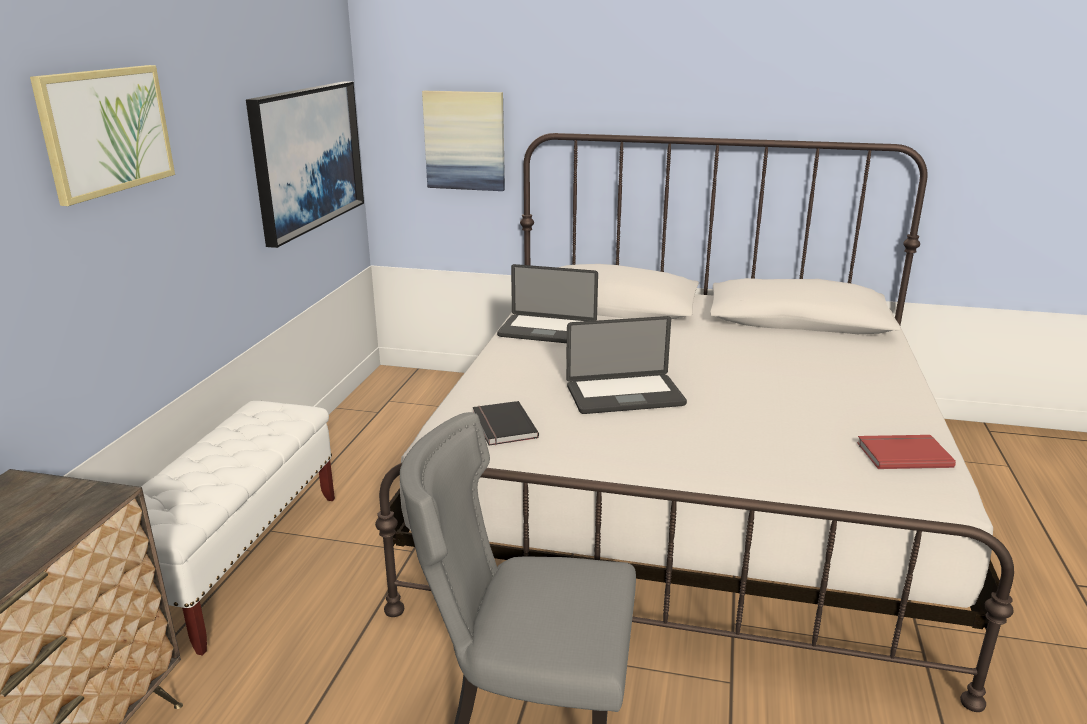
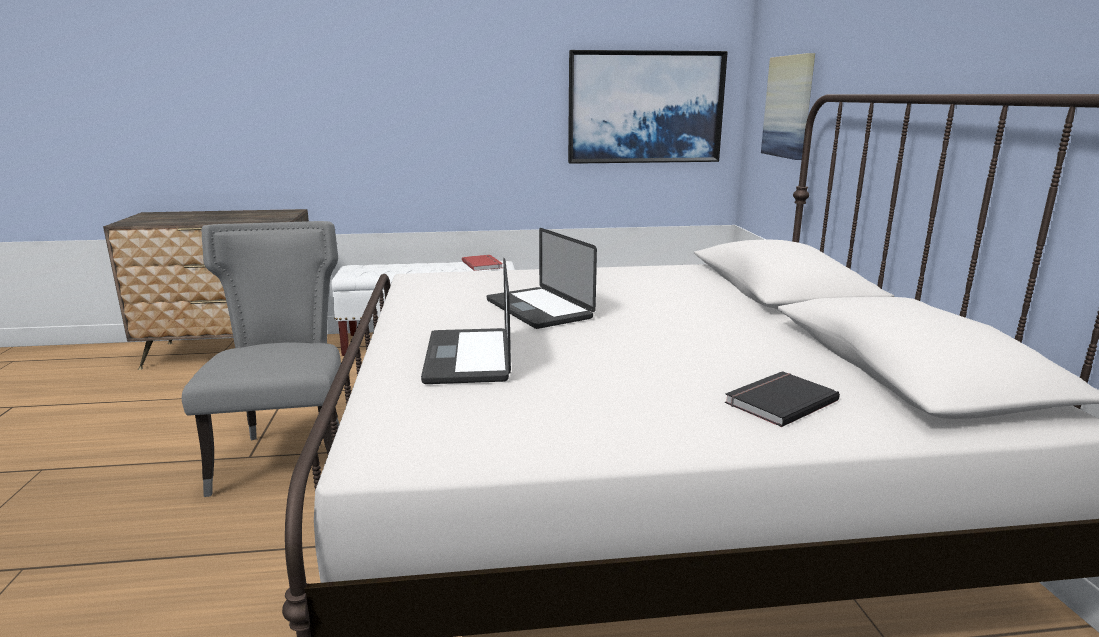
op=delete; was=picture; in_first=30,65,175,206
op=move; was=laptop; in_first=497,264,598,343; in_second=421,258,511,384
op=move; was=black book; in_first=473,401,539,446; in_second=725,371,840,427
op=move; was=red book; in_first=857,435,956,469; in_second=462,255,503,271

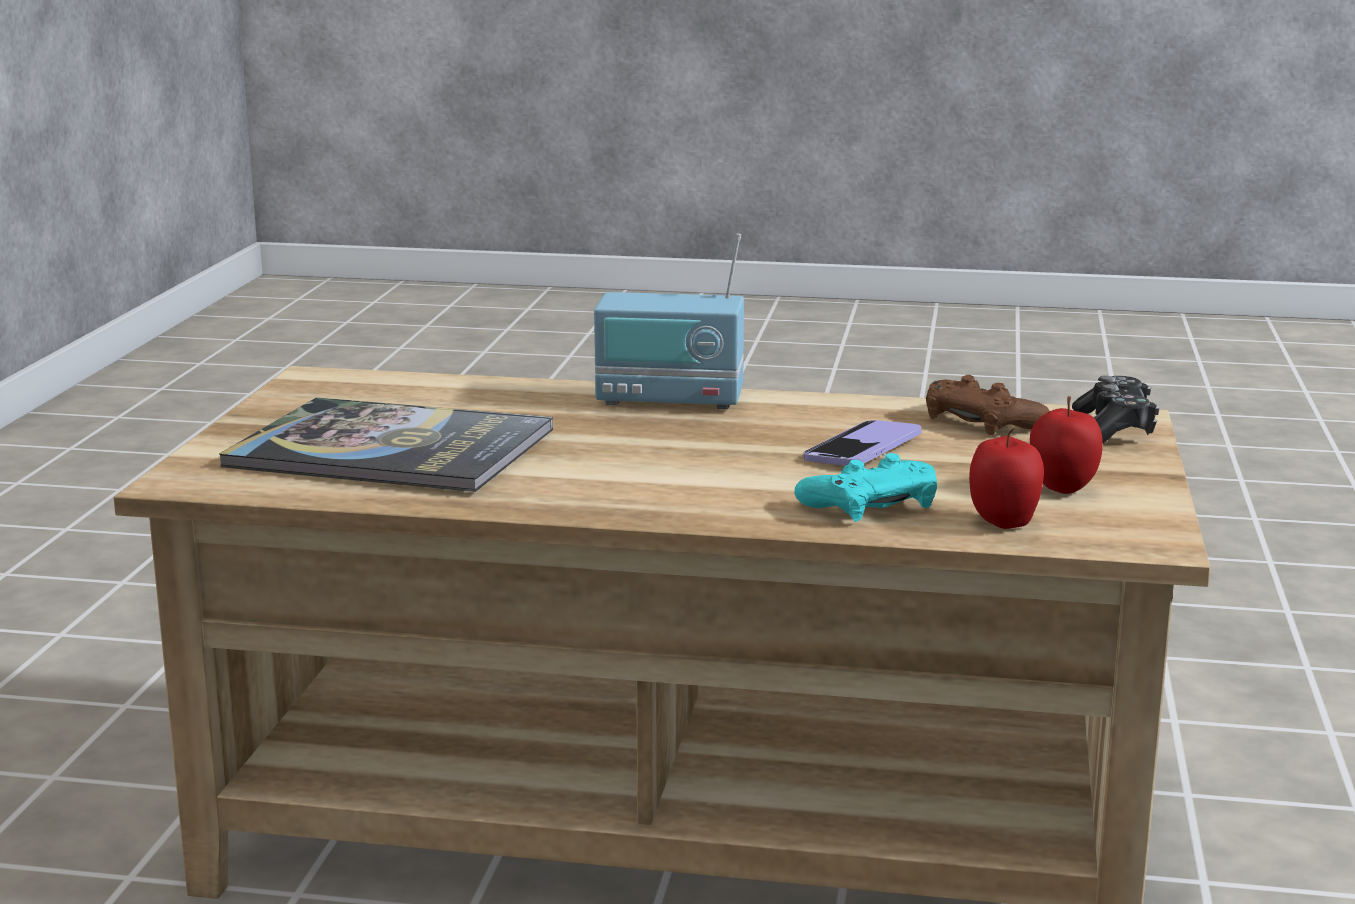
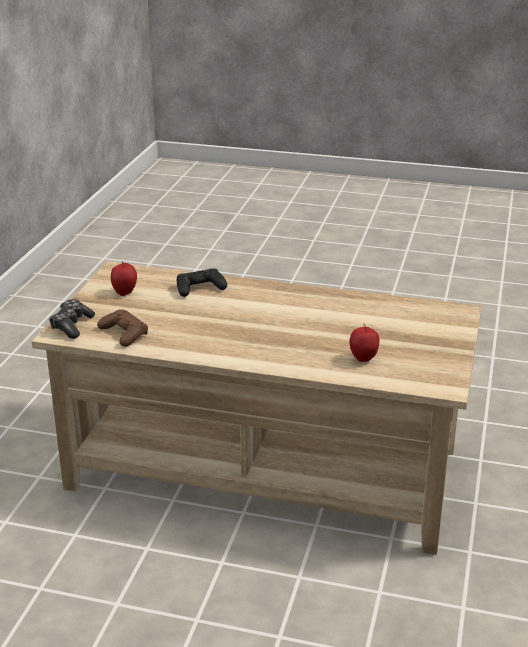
op=delete; was=radio; in_first=594,234,744,409
op=delete; was=book; in_first=219,397,553,492
op=delete; was=phone; in_first=804,420,921,466
op=move; was=apple; in_first=969,428,1044,529; in_second=350,323,379,362
op=recolor; was=turquoise game controller; now=black game controller; in_first=794,453,937,522; in_second=177,268,227,297

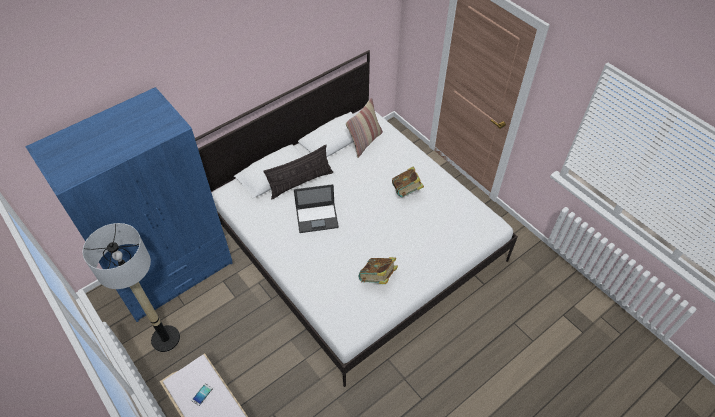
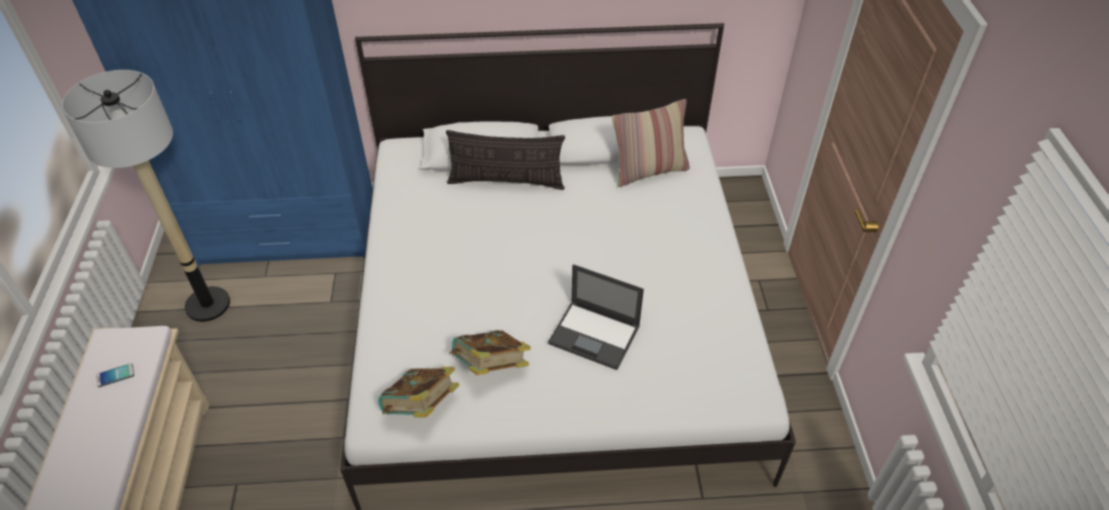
op=move; was=book; in_first=392,166,424,197; in_second=378,367,459,418
op=move; was=laptop; in_first=294,184,339,233; in_second=548,264,644,370

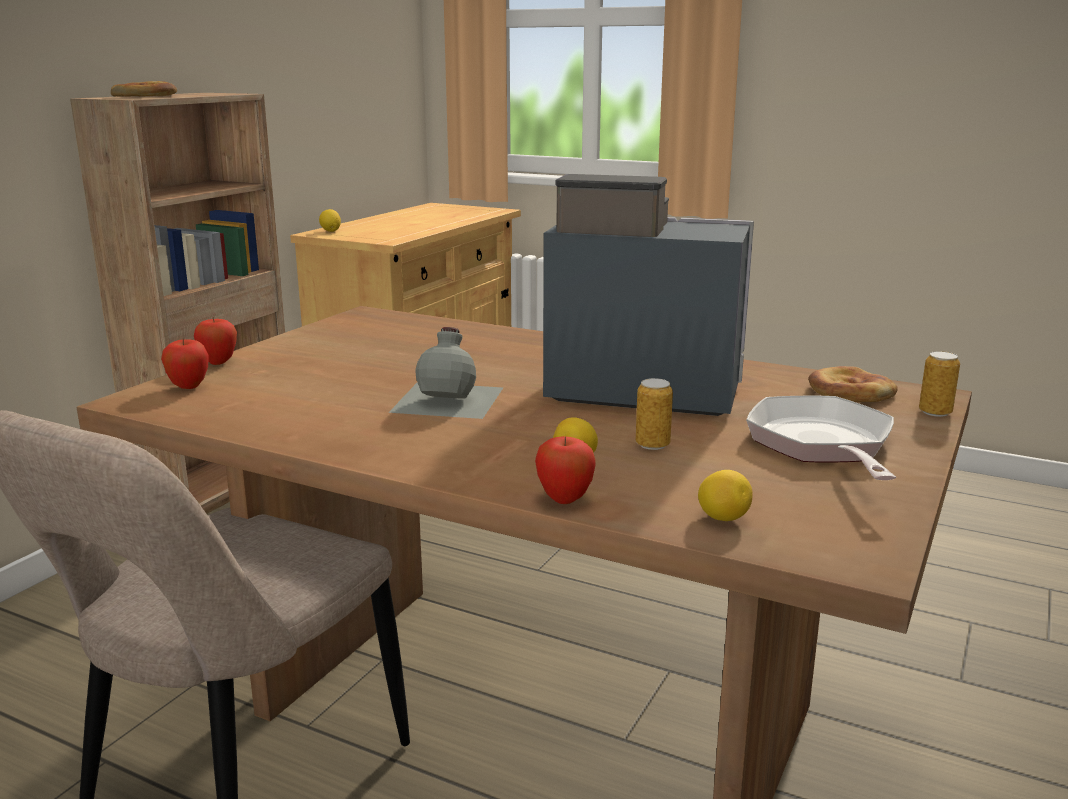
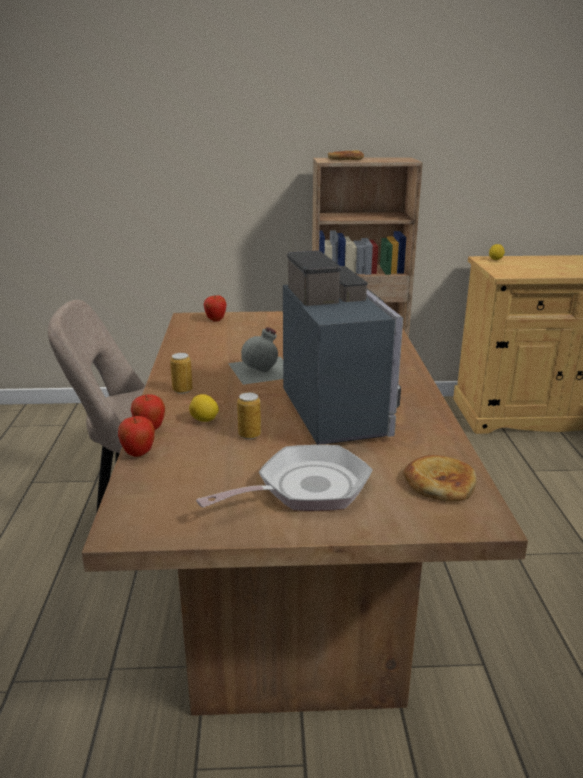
op=move; was=apple; in_first=194,317,237,365; in_second=118,416,155,457
op=move; was=can; in_first=919,351,960,417; in_second=170,353,193,394
op=delete; was=lemon; in_first=698,470,753,521

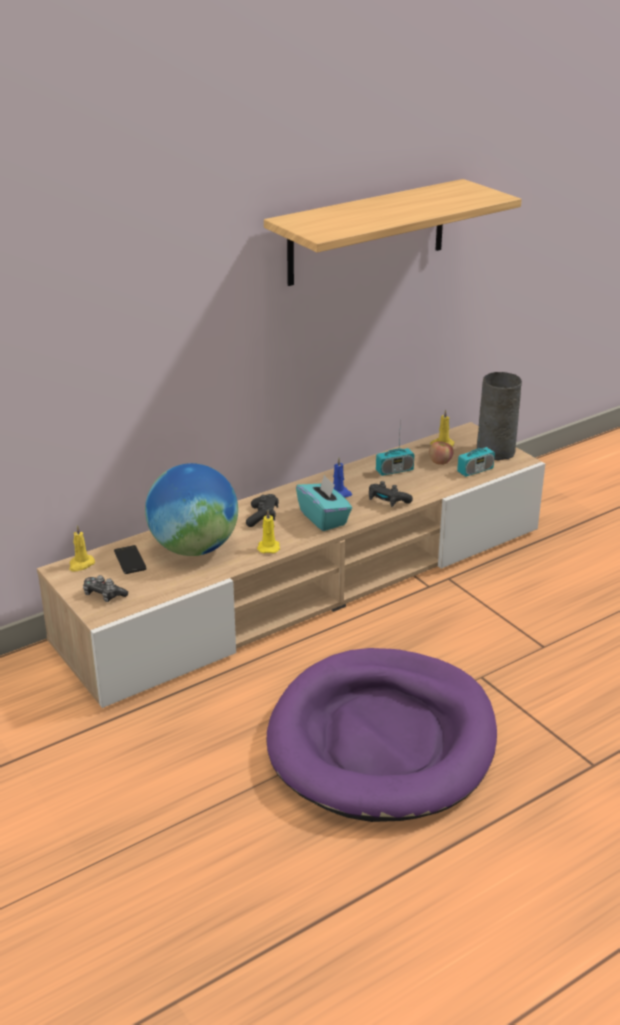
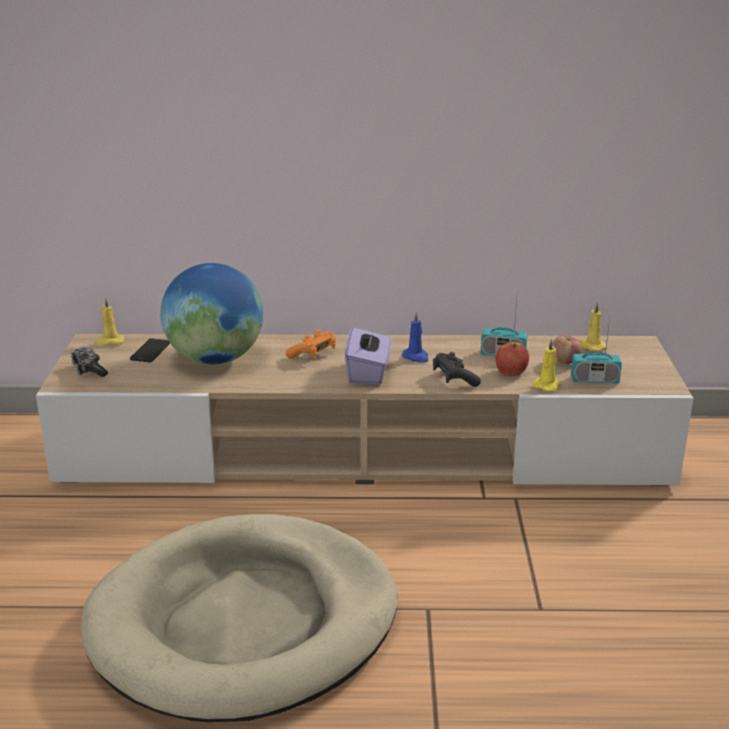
op=delete; was=shelf; in_first=264,179,522,286
op=delete; was=grey vase; in_first=477,372,522,460
op=recolor; was=turquoise tissue box; now=purple tissue box; in_first=296,475,352,531; in_second=345,322,391,385
op=recolor; was=black game controller; now=orange game controller; in_first=246,494,279,527; in_second=286,329,336,359
op=move; was=yellow candle; in_first=257,510,280,553; in_second=533,338,561,391
op=recolor; was=purple dog bed; now=beige dog bed; in_first=266,648,497,822; in_second=81,514,398,722
op=insert; now=apple; in_second=496,342,529,376

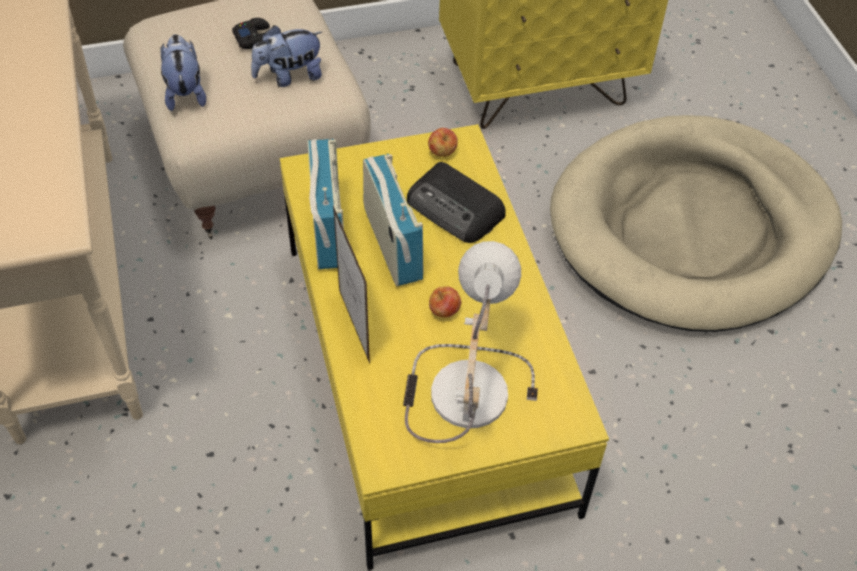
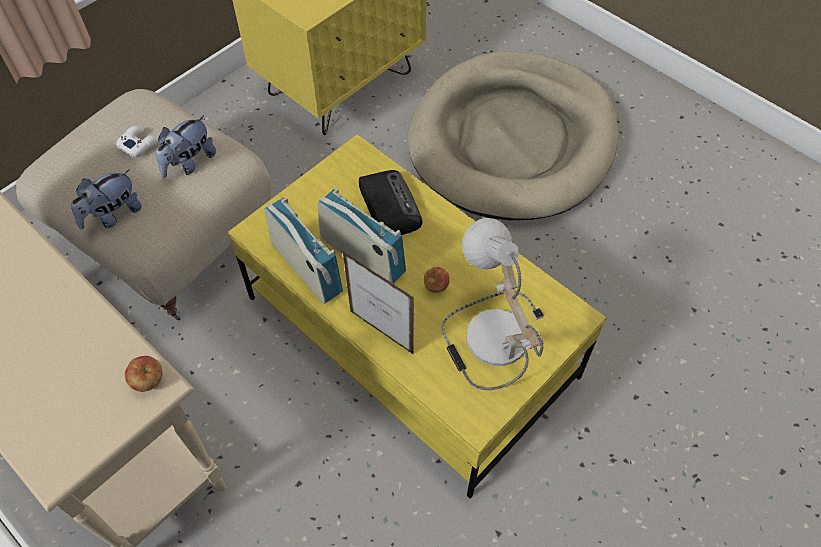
op=recolor; was=black game controller; now=white game controller; in_first=232,18,270,49; in_second=116,126,159,157
op=rotate; was=plush toy; in_first=160,34,206,111; in_second=71,170,142,229; clockwise=-90
op=move; was=apple; in_first=428,128,458,157; in_second=125,356,162,392
op=rotate; was=radio; in_first=407,162,506,243; in_second=359,170,422,235; clockwise=-120

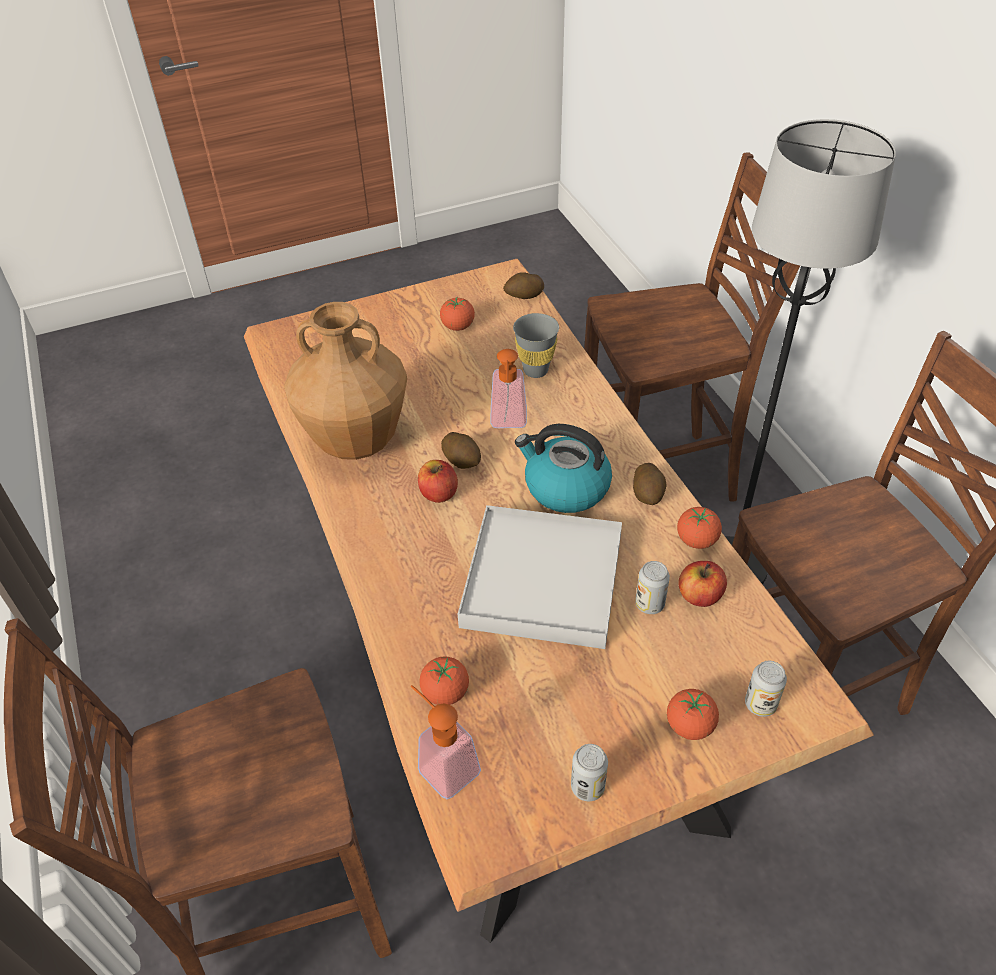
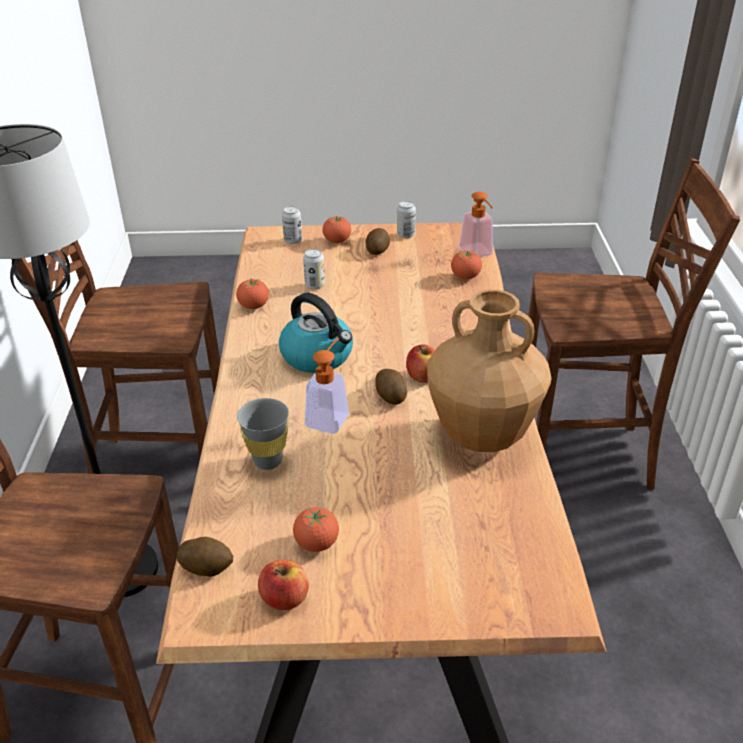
op=move; was=potato; in_first=633,463,667,505; in_second=366,228,390,255
op=delete; was=white tray; in_first=458,505,622,649
op=move; was=apple; in_first=678,561,727,607; in_second=258,560,309,610

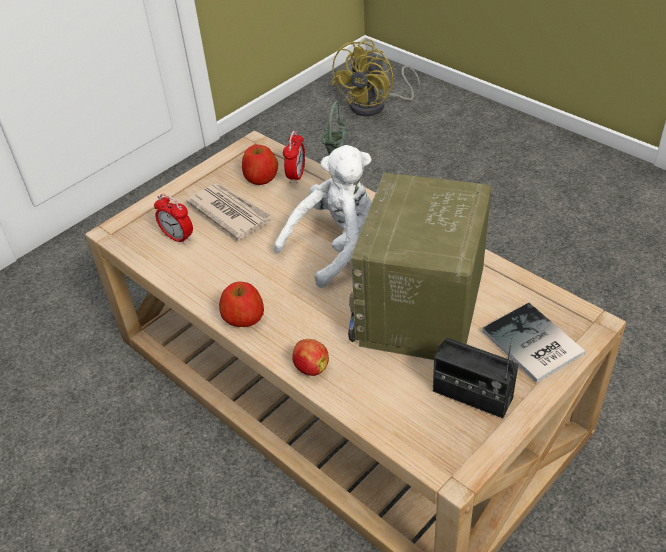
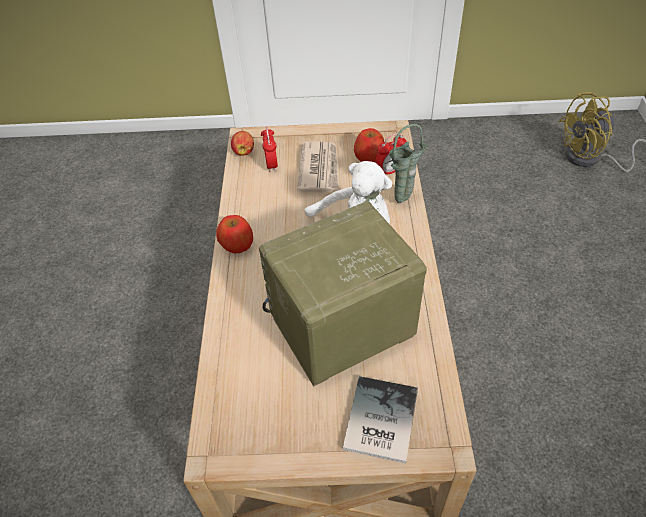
op=delete; was=radio; in_first=433,337,518,418
op=move; was=apple; in_first=292,339,329,376; in_second=231,131,254,156

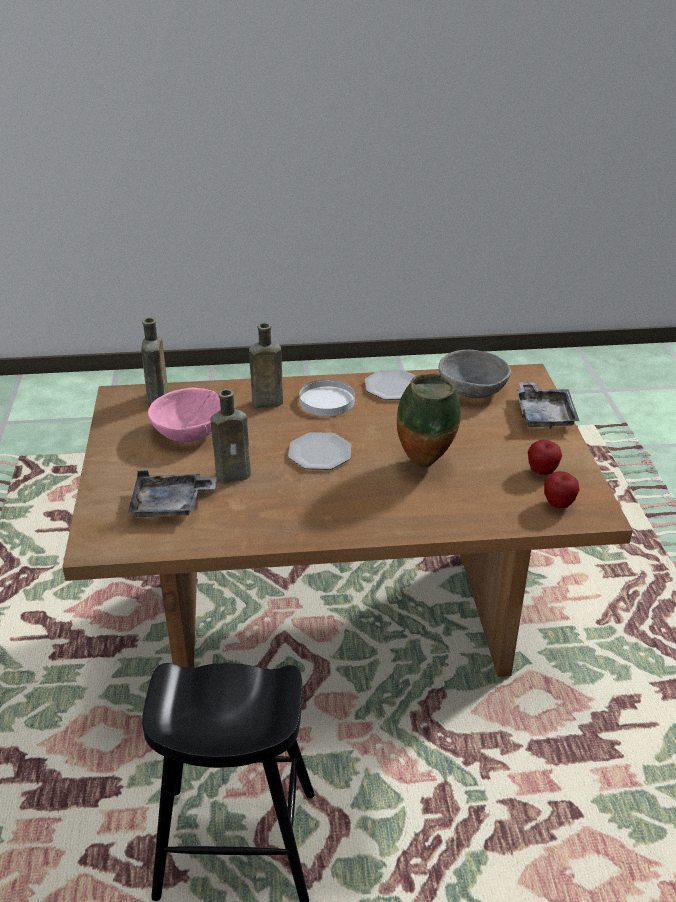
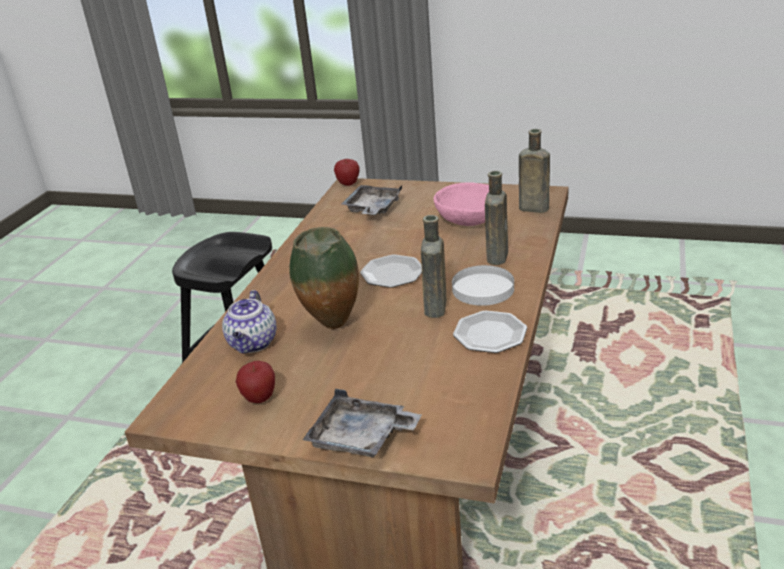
op=delete; was=grey bowl; in_first=439,350,511,398
op=move; was=brown bottle; in_first=210,389,251,483; in_second=421,215,446,318
op=move; was=apple; in_first=544,471,579,508; in_second=334,159,360,186
op=insert; now=teapot; in_second=222,290,277,353

